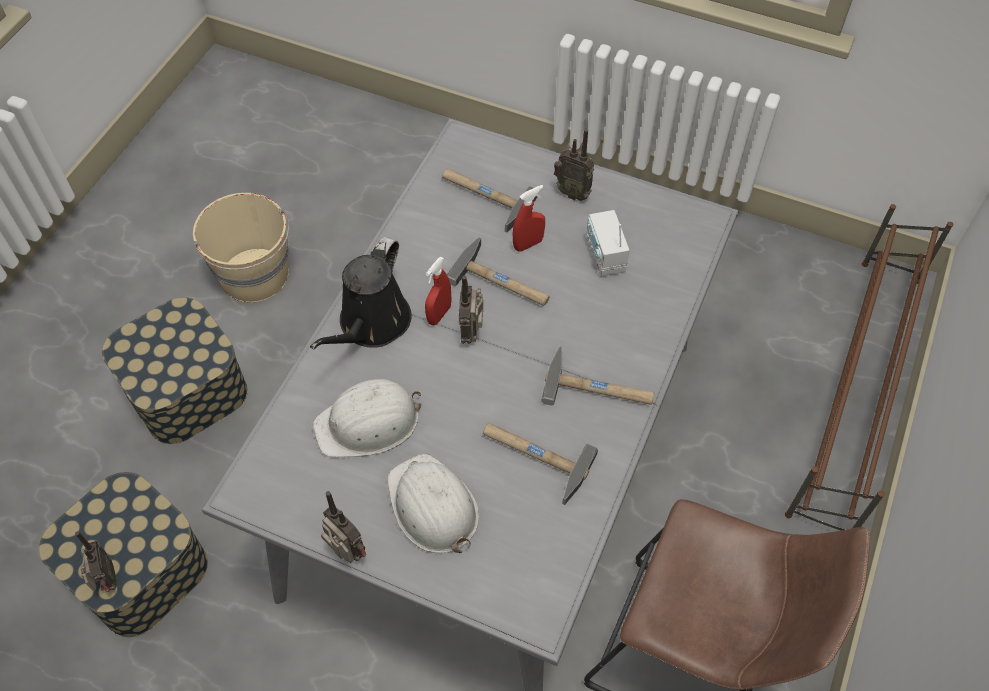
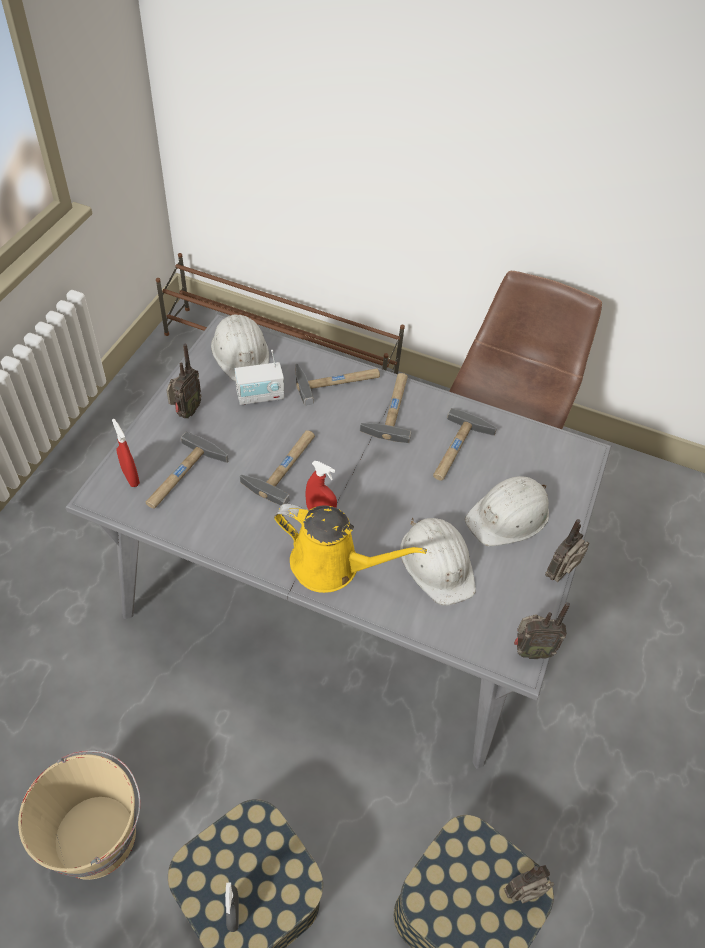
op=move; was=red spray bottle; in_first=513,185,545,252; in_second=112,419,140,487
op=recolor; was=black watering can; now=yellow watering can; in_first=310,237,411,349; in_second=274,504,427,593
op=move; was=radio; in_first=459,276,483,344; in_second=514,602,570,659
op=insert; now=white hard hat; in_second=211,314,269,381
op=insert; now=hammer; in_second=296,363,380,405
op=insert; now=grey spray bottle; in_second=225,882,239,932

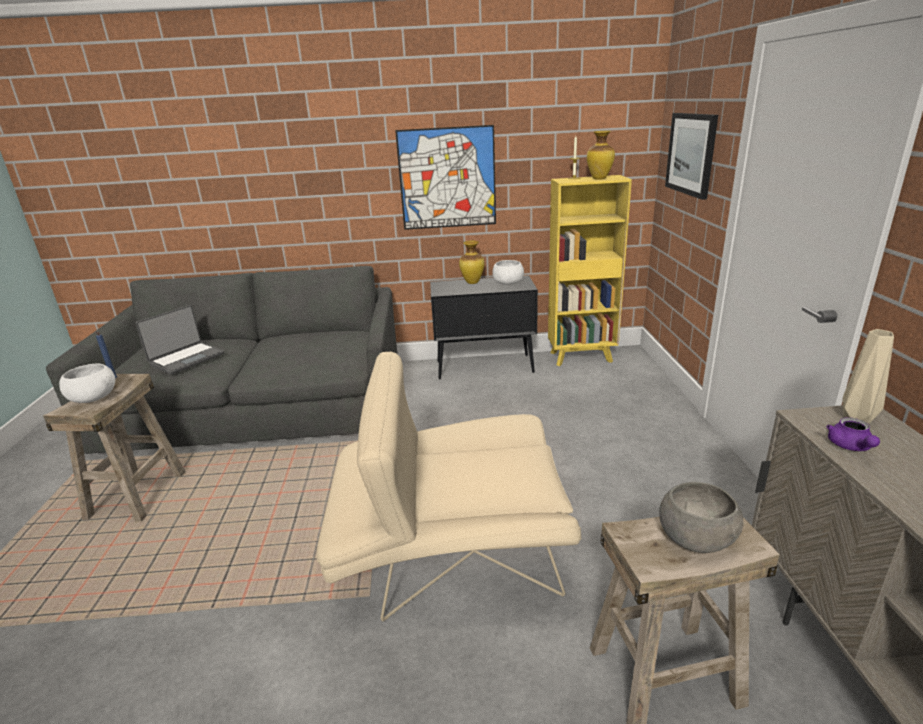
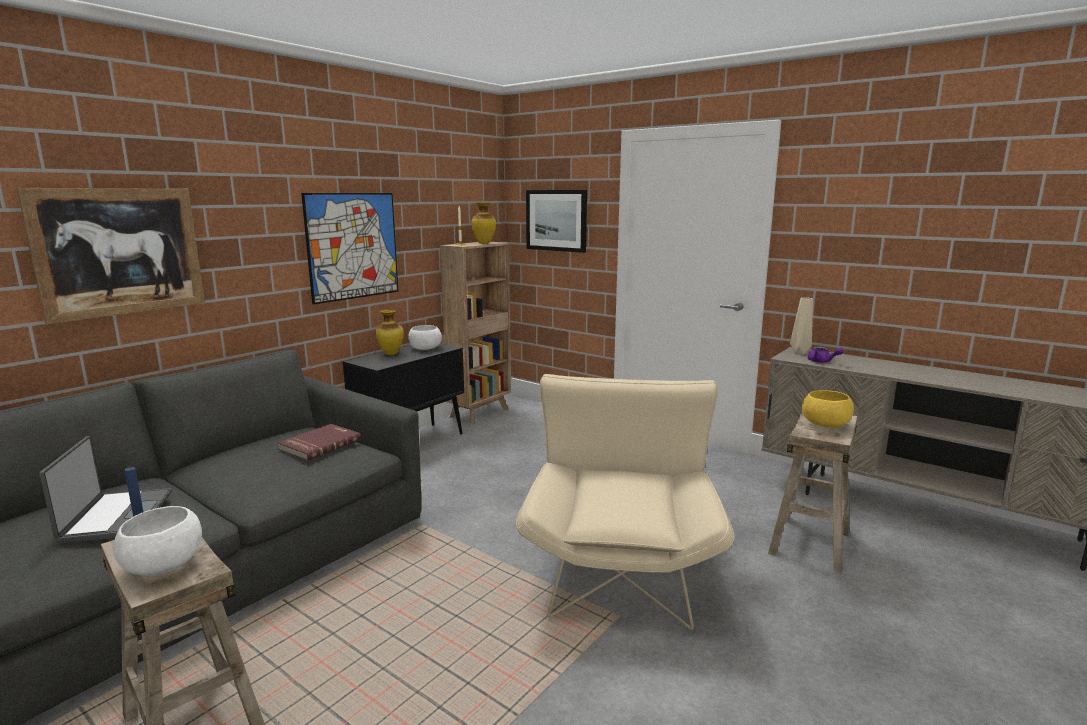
op=recolor; was=yellow bookcase; now=brown bookcase; in_first=548,175,632,366; in_second=440,242,511,424
op=rotate; was=beige armchair; in_first=316,351,581,622; in_second=516,374,734,630; clockwise=150
op=recolor; was=grey bowl; now=yellow bowl; in_first=659,482,744,553; in_second=802,390,854,428
op=insert; now=picture; in_second=16,188,205,324
op=insert; now=red book; in_second=278,424,361,461

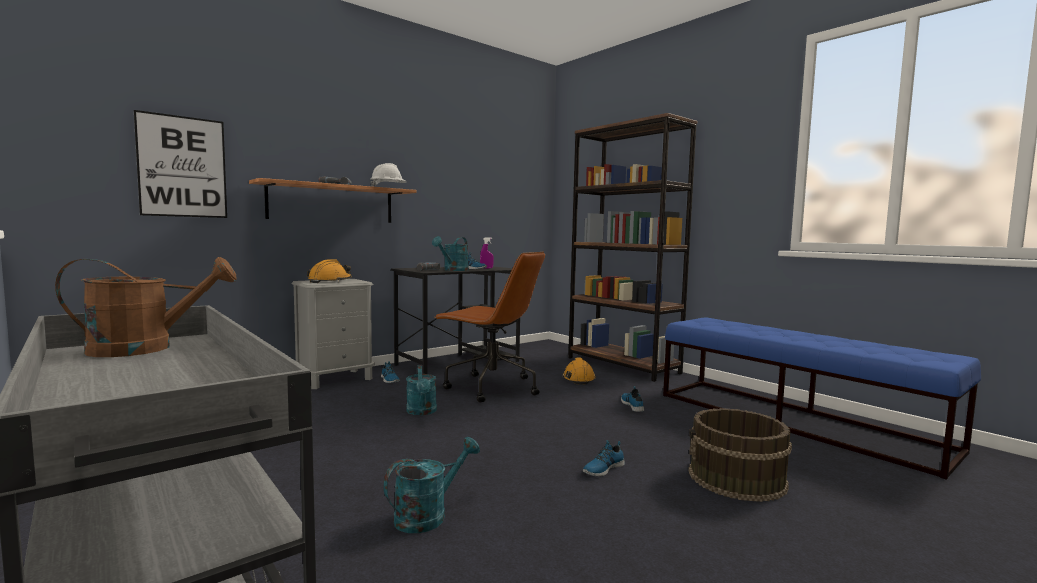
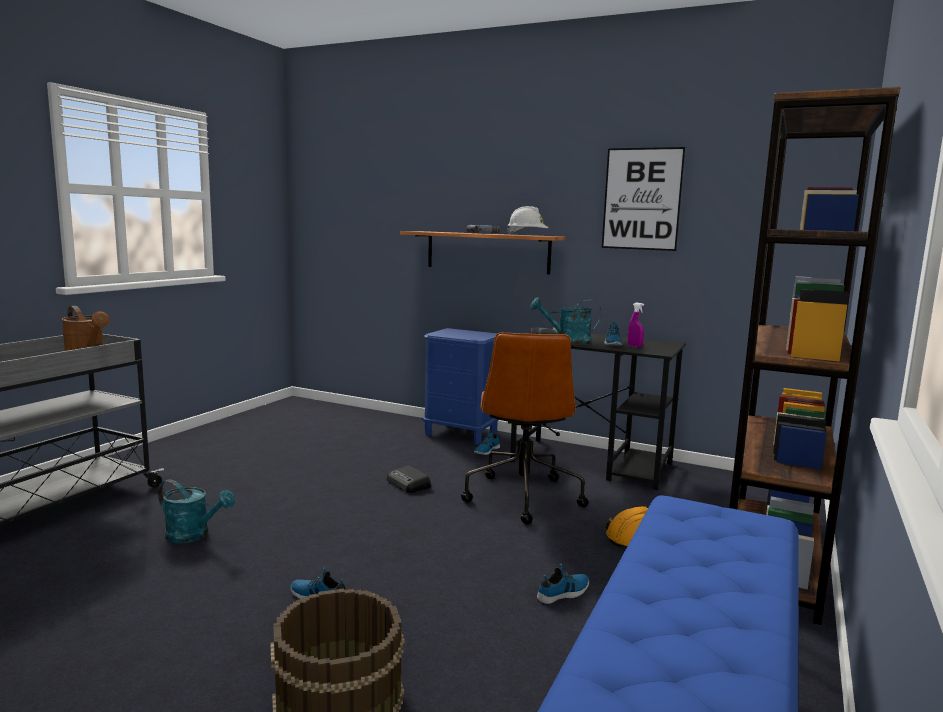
op=move; was=picture; in_first=134,110,227,218; in_second=602,147,686,251
op=delete; was=orange hard hat; in_first=307,259,352,283
op=recolor; was=grey nightstand; now=blue nightstand; in_first=291,279,375,389; in_second=422,328,498,445
op=replace; was=turquoise watering can; now=radio; in_first=406,365,437,415; in_second=387,466,431,493

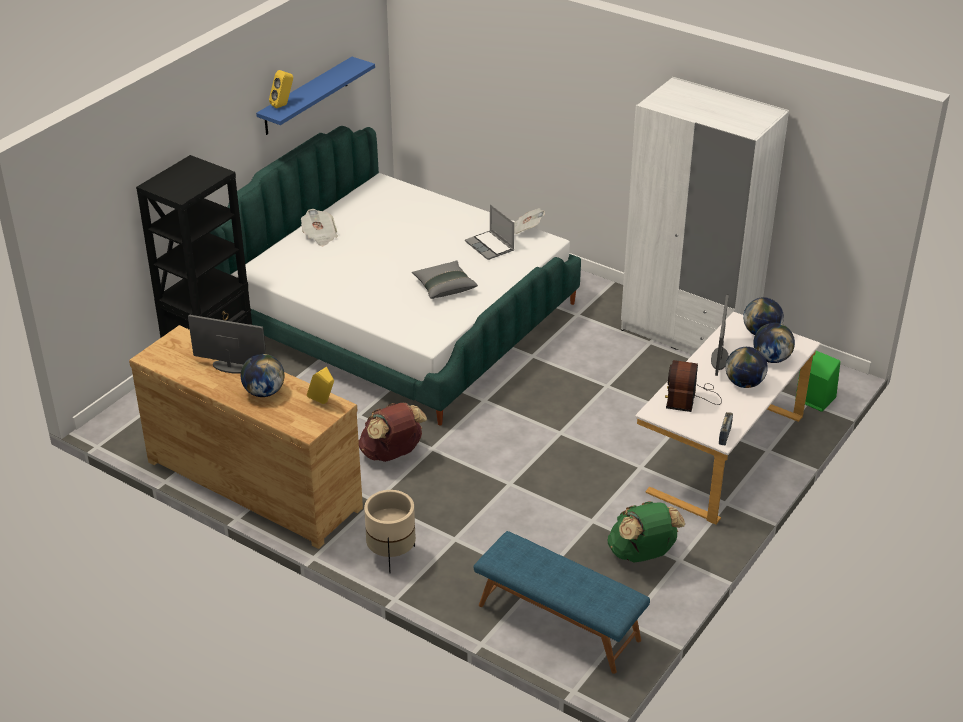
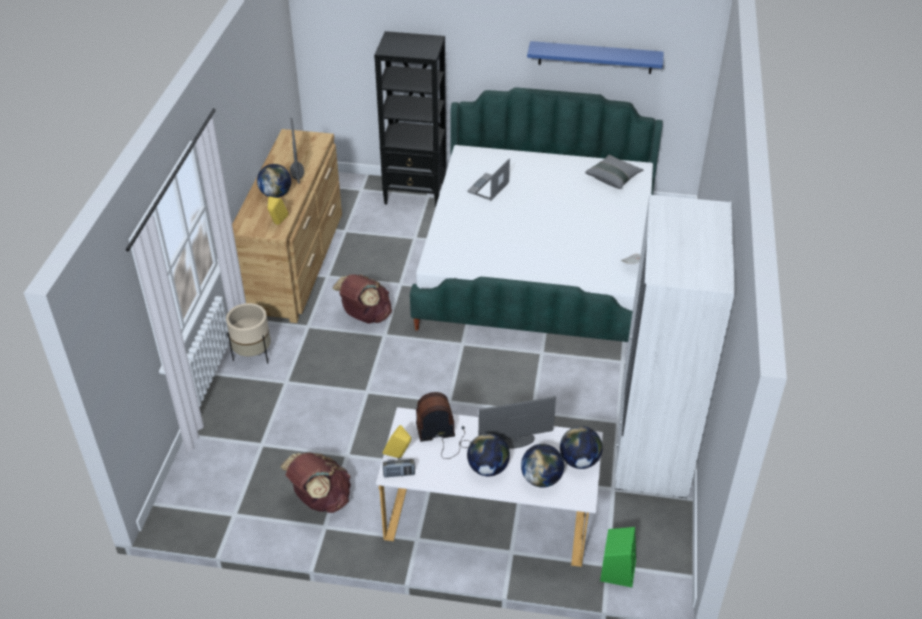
op=move; was=yellow speaker; in_first=269,70,293,109; in_second=382,425,411,458
op=move; was=laptop; in_first=465,204,514,260; in_second=467,158,510,200
op=delete; was=newspaper; in_first=301,209,338,246
op=move; was=grey pillow; in_first=412,261,478,299; in_second=585,155,643,189
op=recolor; was=green backpack; now=brown backpack; in_first=607,501,685,563; in_second=280,452,351,513
op=delete; was=blue bench; in_first=474,531,650,674

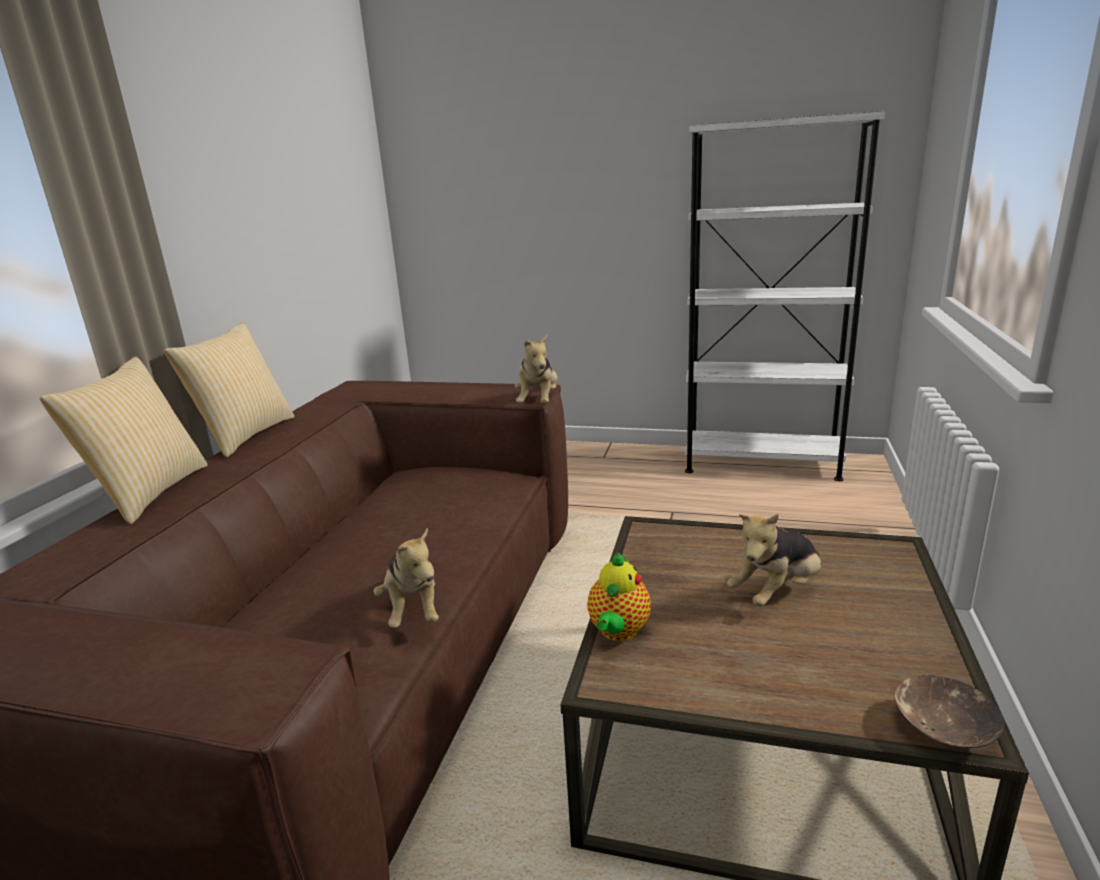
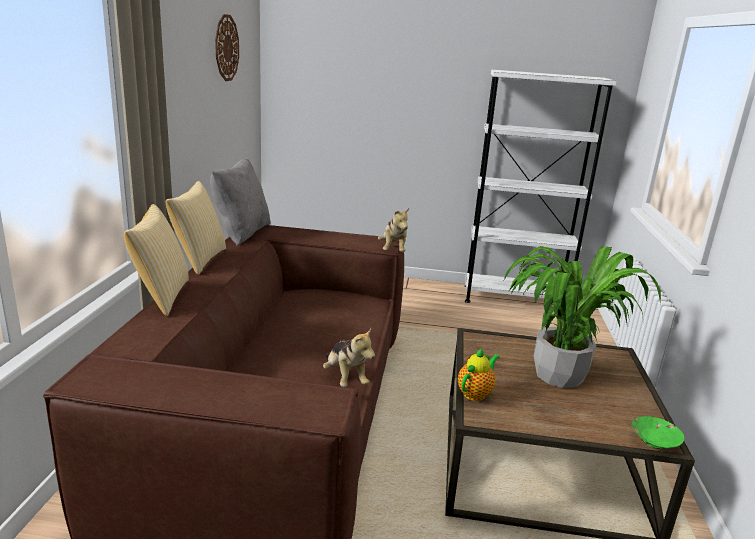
op=replace; was=plush toy; now=potted plant; in_first=727,514,822,607; in_second=504,246,661,388
op=rotate; was=teapot; in_first=587,553,651,641; in_second=458,348,500,401; clockwise=-150
op=recolor; was=brown bowl; now=green bowl; in_first=895,675,1004,748; in_second=631,416,684,449
op=insert; now=wall clock; in_second=215,14,239,81
op=insert; now=grey pillow; in_second=210,158,271,246

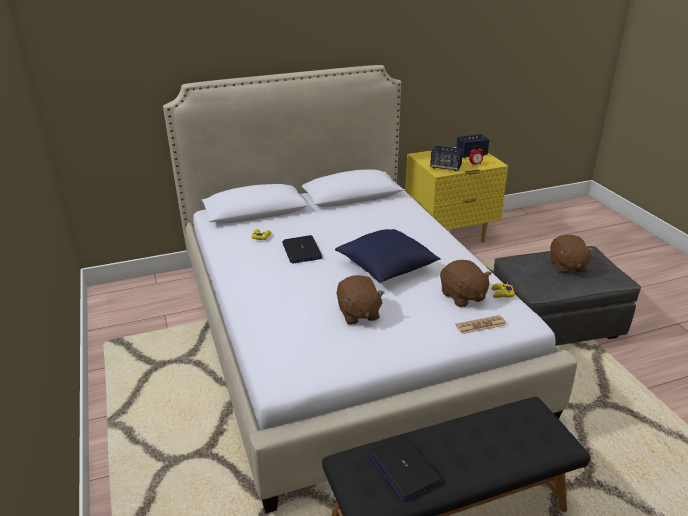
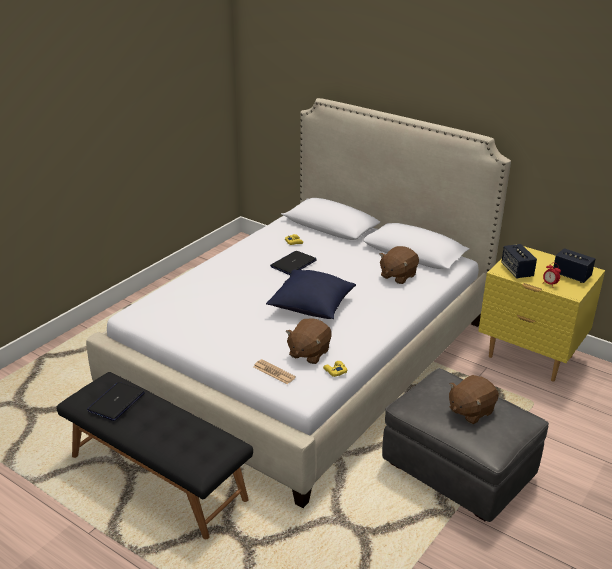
op=move; was=brown plush toy; in_first=337,275,385,325; in_second=379,246,419,284

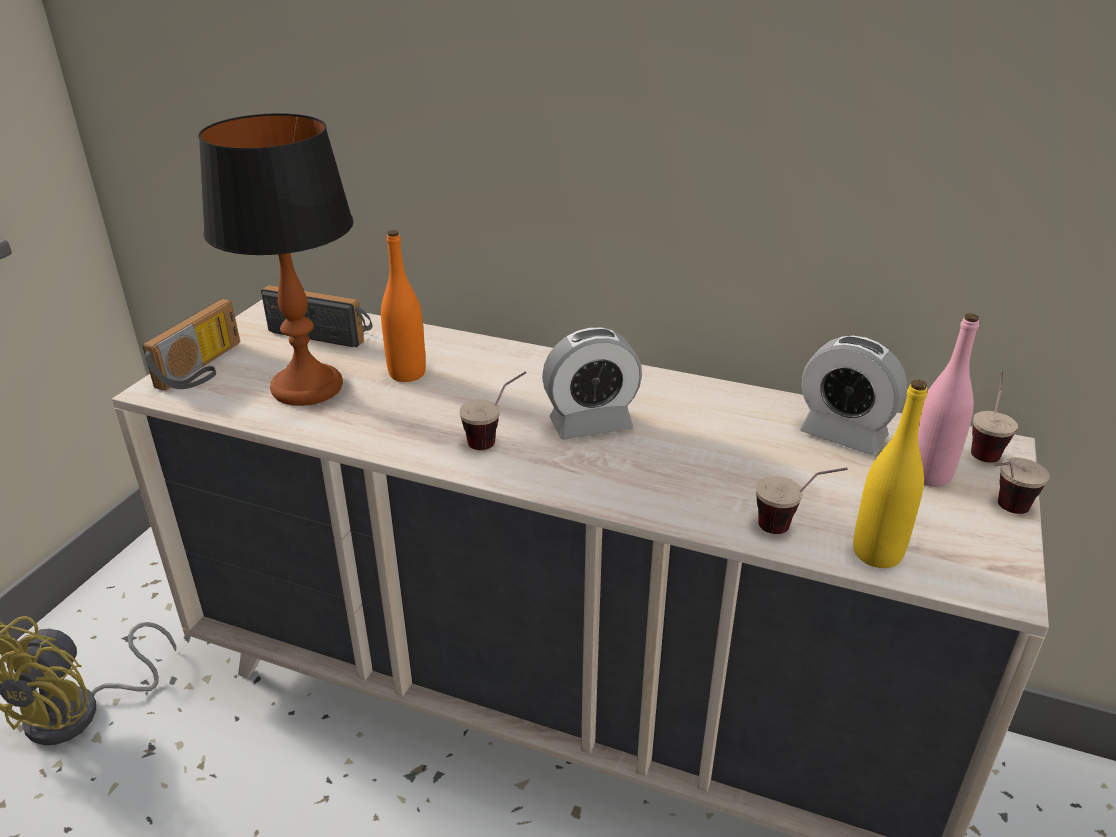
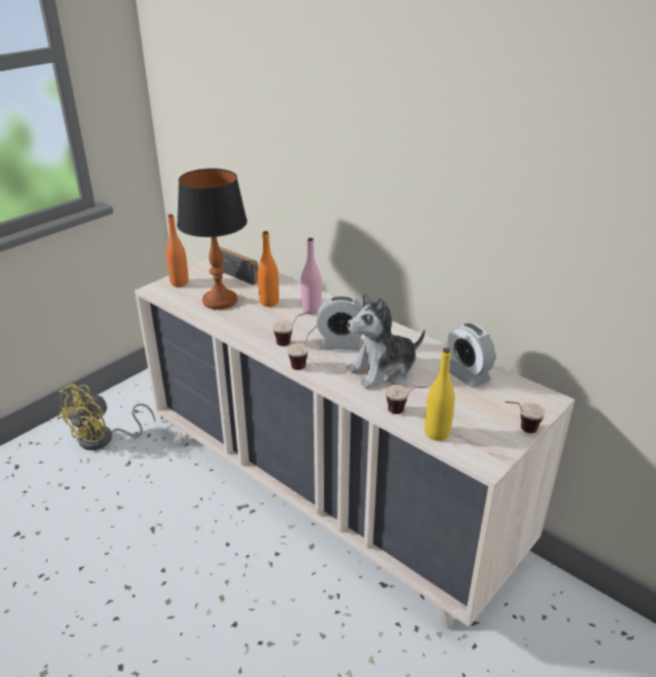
op=replace; was=radio; now=orange bottle; in_first=143,299,240,391; in_second=166,214,189,287
op=move; was=pink bottle; in_first=918,313,979,487; in_second=301,238,322,315
op=move; was=cup; in_first=971,371,1018,463; in_second=287,325,317,370
op=insert; now=plush toy; in_second=347,293,425,389

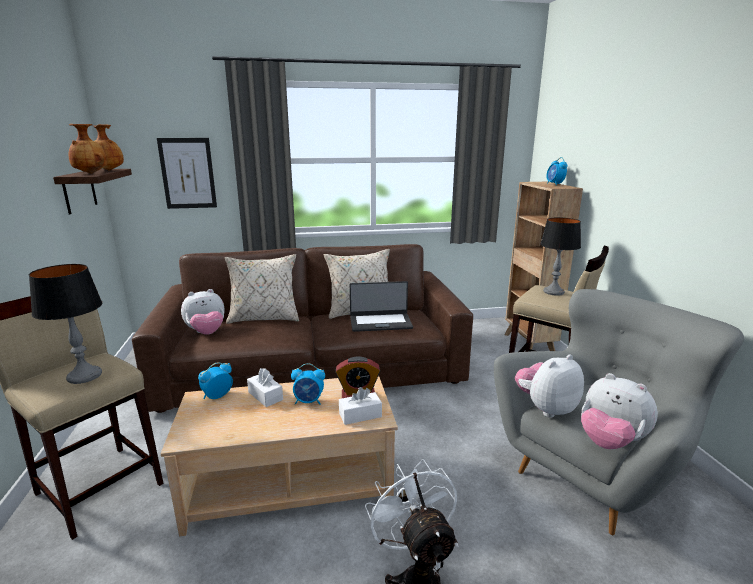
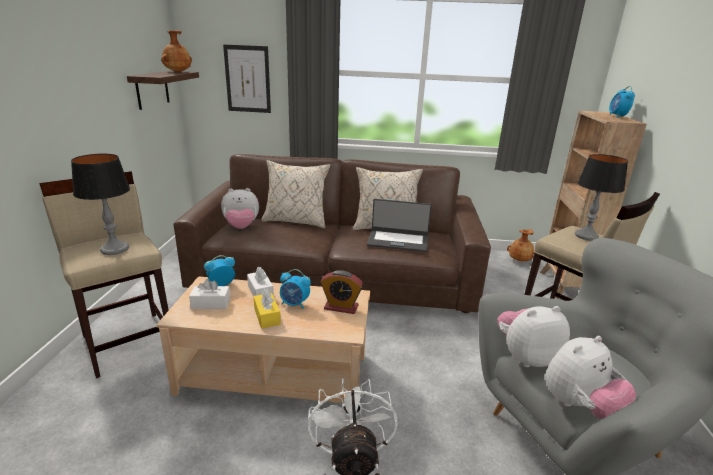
op=move; was=brown vase; in_first=68,124,107,174; in_second=507,229,535,261
op=rotate; was=plush toy; in_first=581,373,658,449; in_second=545,336,636,419; clockwise=-90
op=move; was=white tissue box; in_first=339,387,382,425; in_second=189,279,230,309
op=insert; now=yellow tissue box; in_second=253,289,281,329

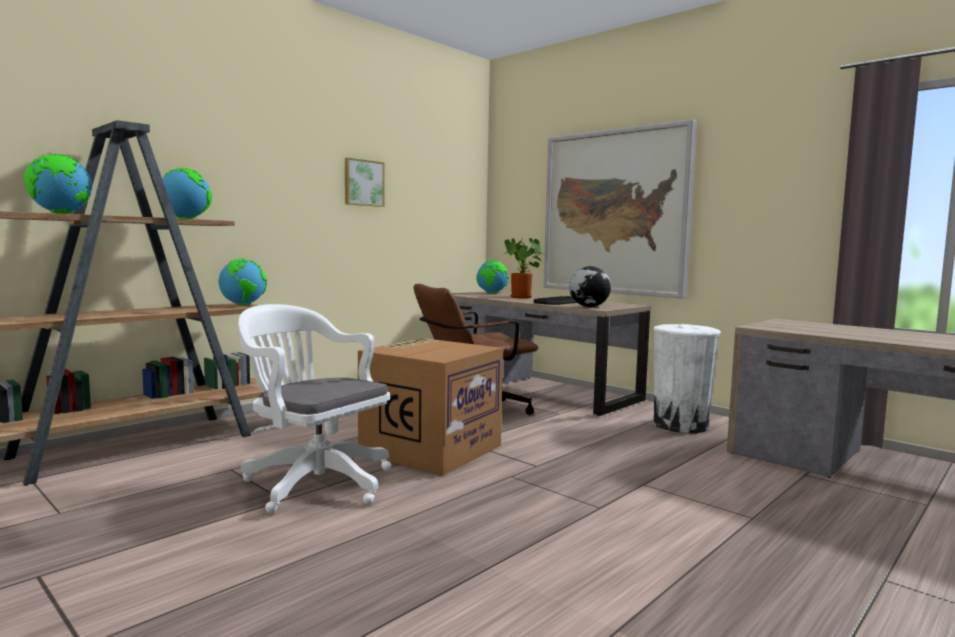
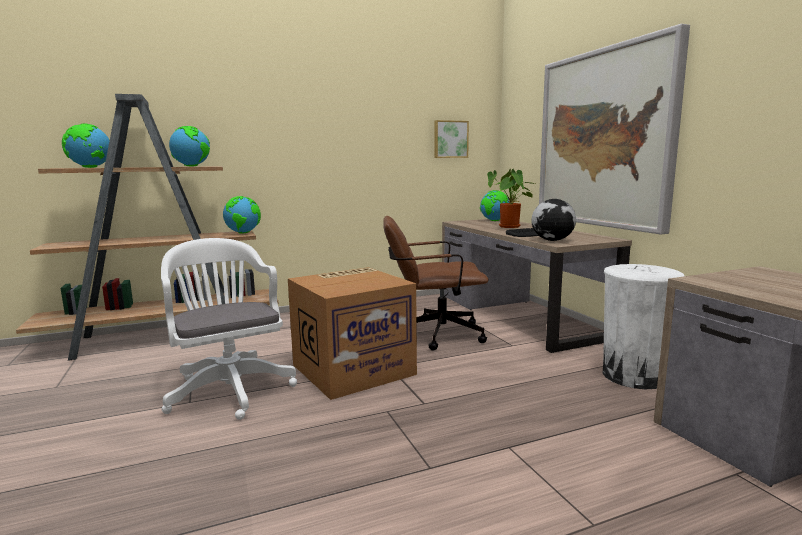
op=move; was=picture; in_first=345,158,384,207; in_second=435,120,469,158

